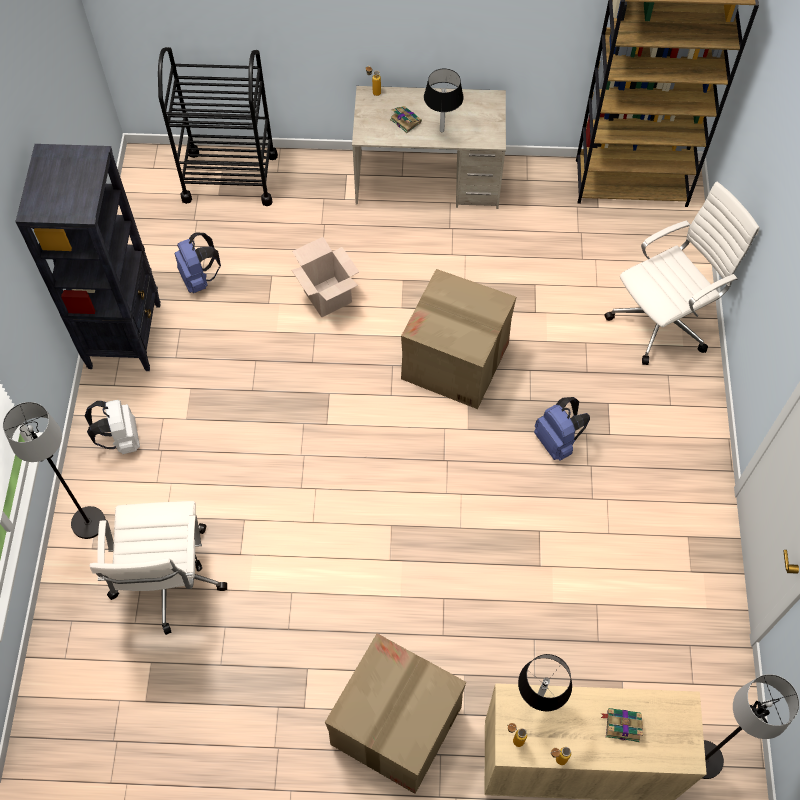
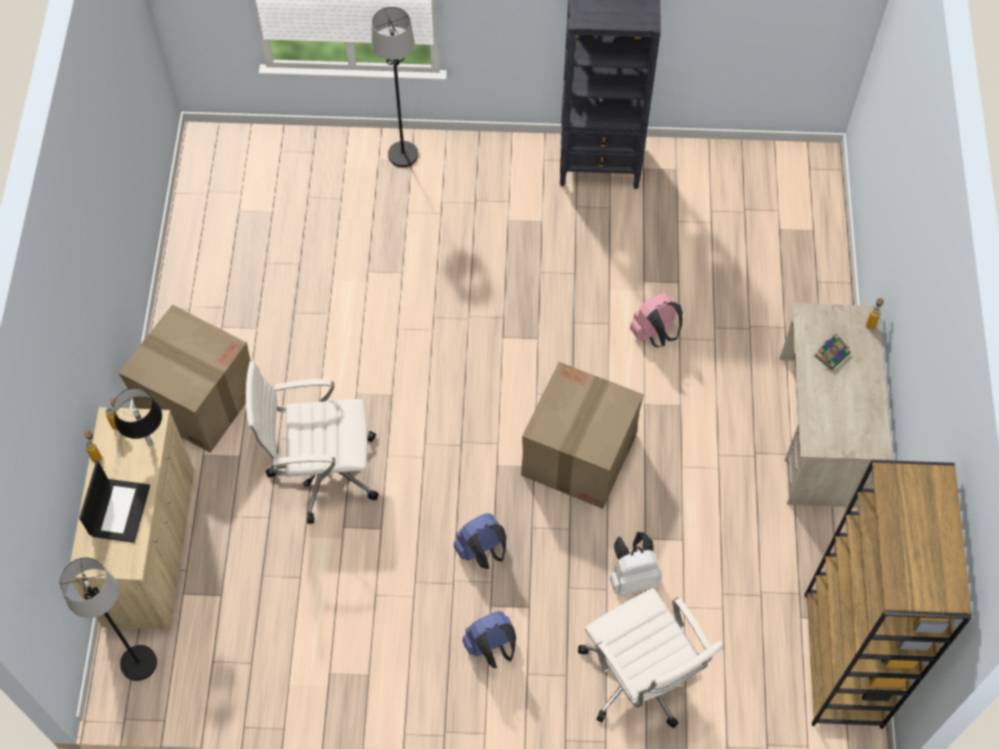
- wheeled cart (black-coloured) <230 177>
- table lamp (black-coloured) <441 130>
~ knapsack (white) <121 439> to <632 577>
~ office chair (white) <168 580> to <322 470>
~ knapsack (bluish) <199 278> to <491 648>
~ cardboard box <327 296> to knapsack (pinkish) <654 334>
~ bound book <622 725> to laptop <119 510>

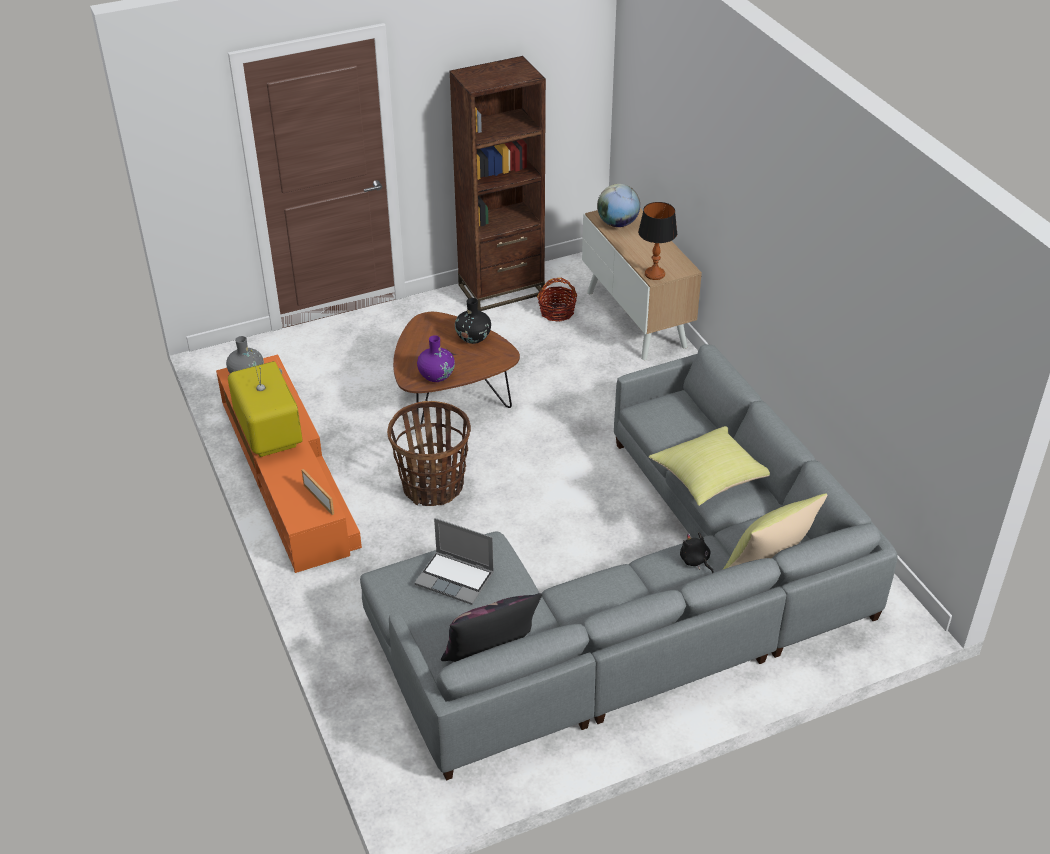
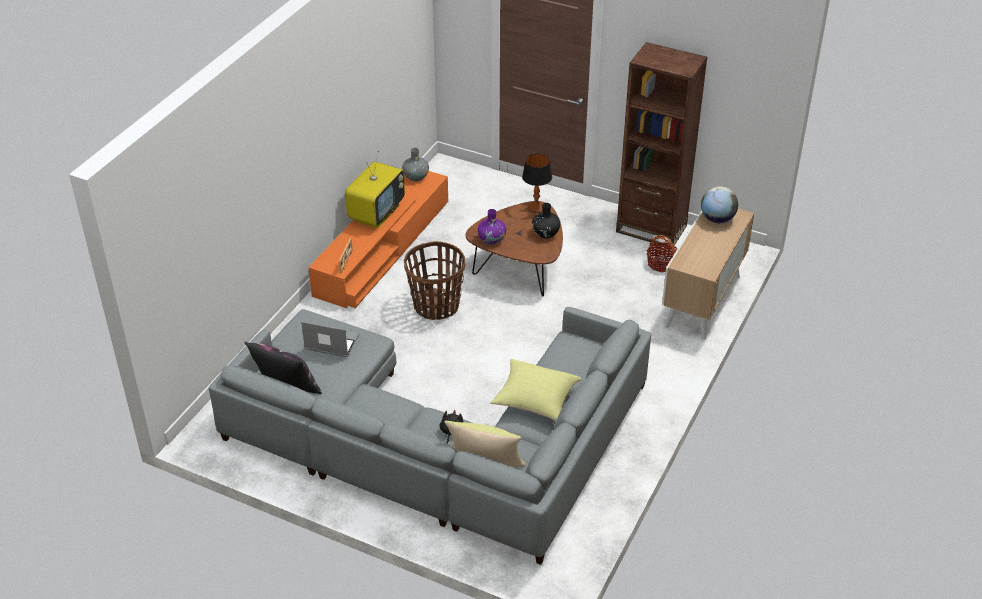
~ table lamp <654 274> to <536 208>
~ laptop <456 578> = <331 343> 120 degrees clockwise

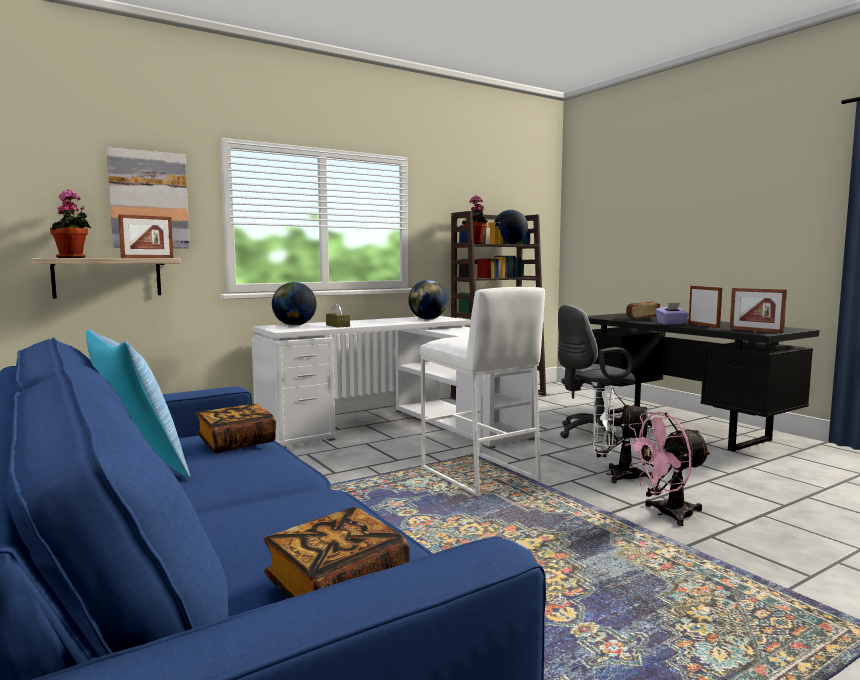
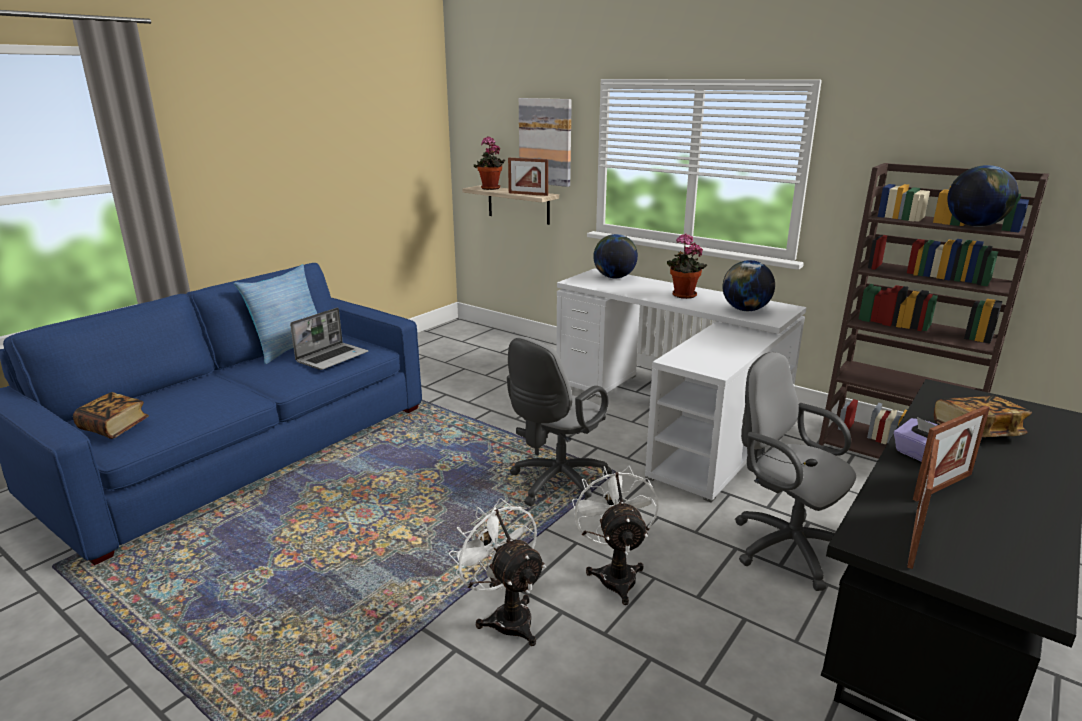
- tissue box (brown-coloured) <338 326>
~ potted plant <475 244> to <682 296>
~ bound book <236 443> to laptop <332 357>
~ stool seat (white) <478 474> to office chair (gray) <556 485>
~ electric fan (pinkish) <666 514> to electric fan (white) <505 616>

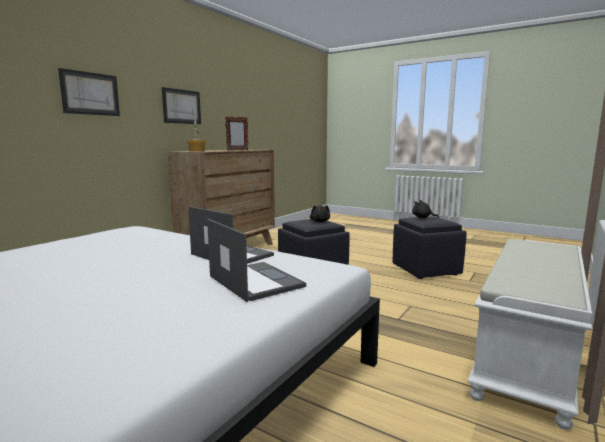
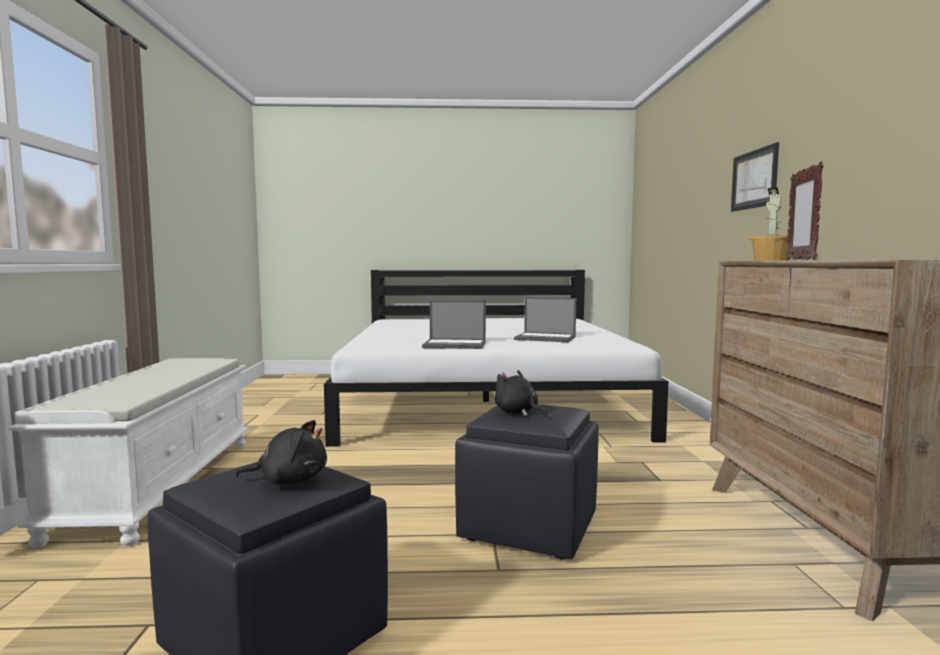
- wall art <181 106>
~ laptop <254 281> to <546 338>

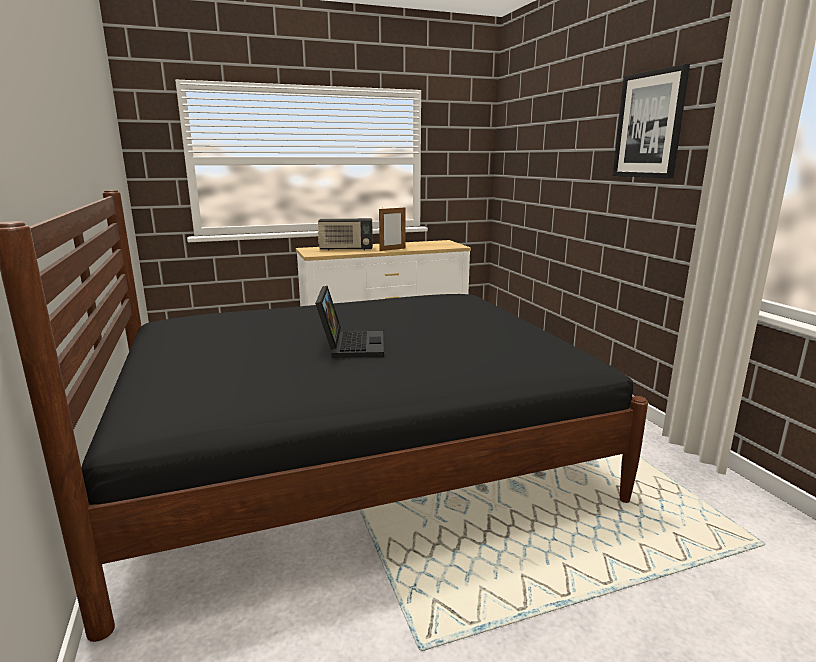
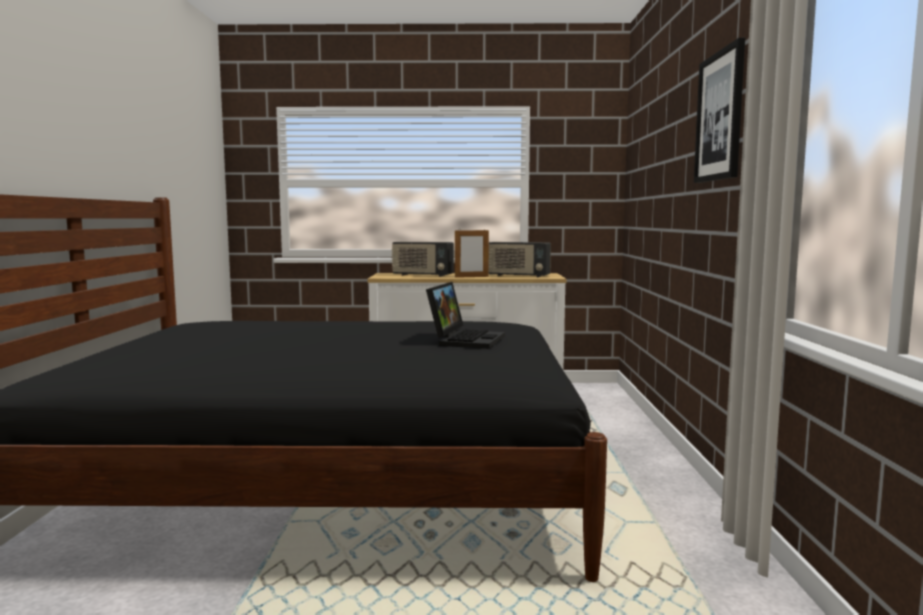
+ radio set <518 276>
~ laptop <350 345> to <465 340>

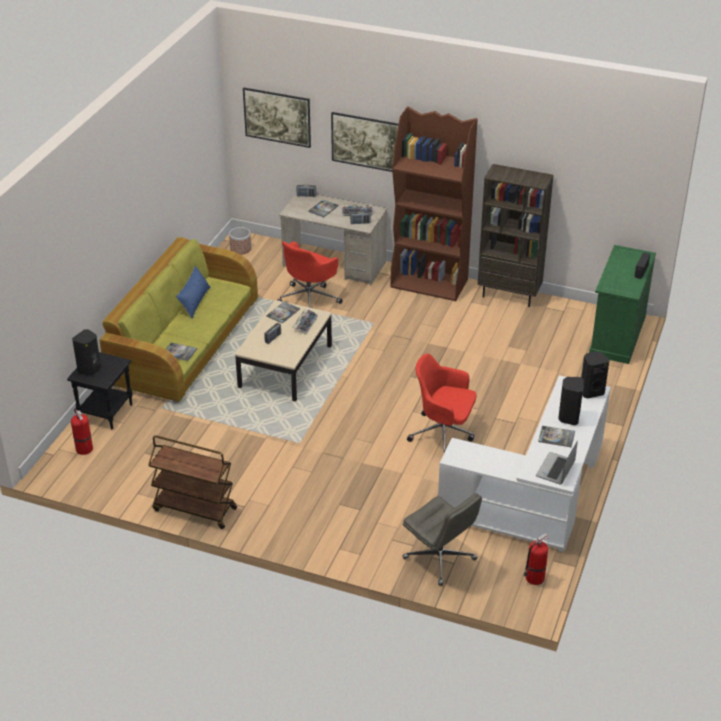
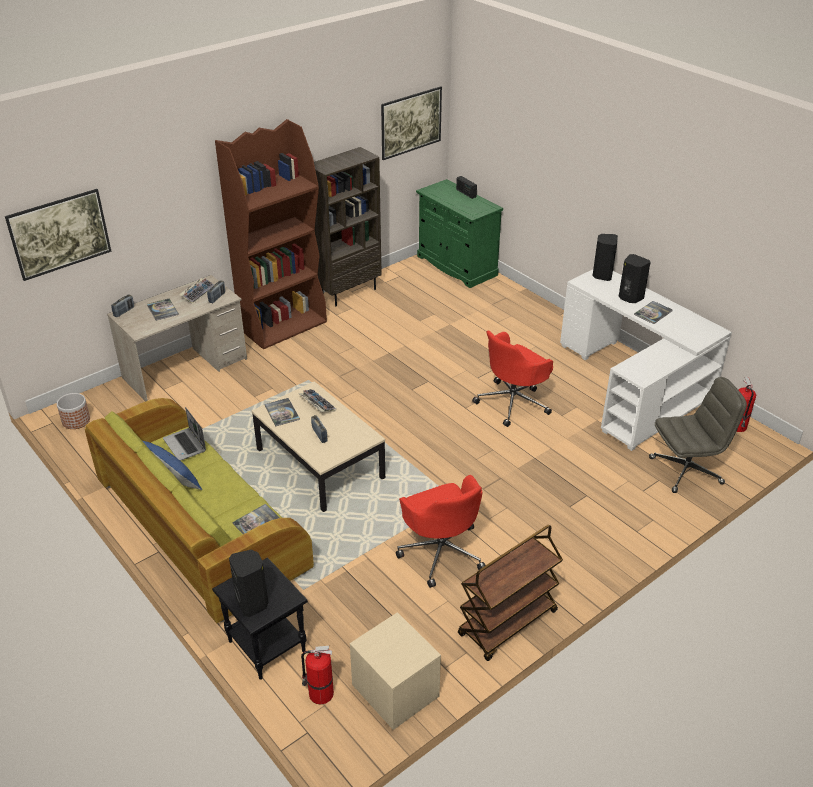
+ night table (beige-coloured) <395 691>
~ office chair (reddish) <310 298> to <441 551>
~ wall art <365 154> to <411 136>
~ laptop <556 470> to <185 445>

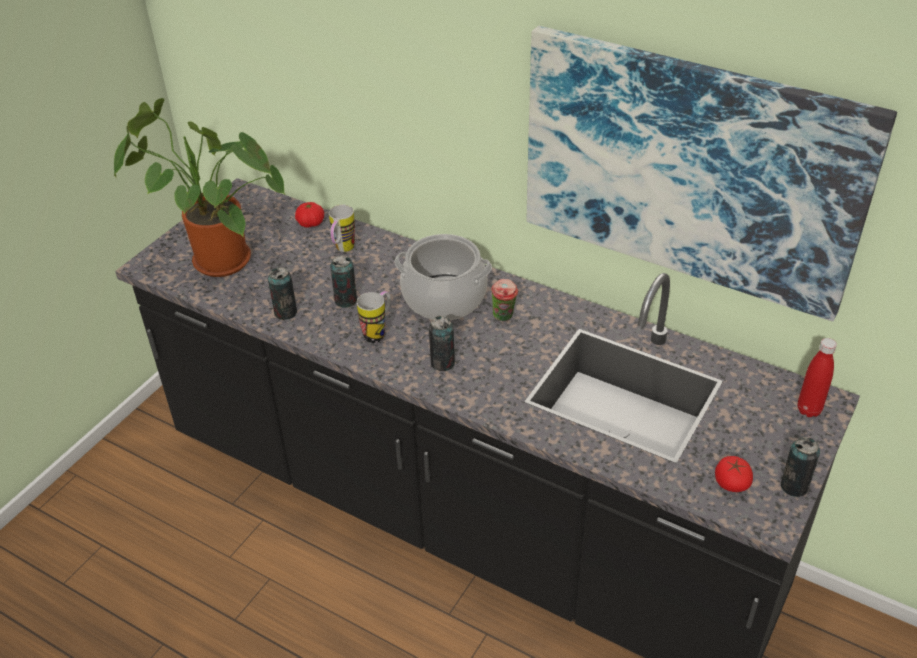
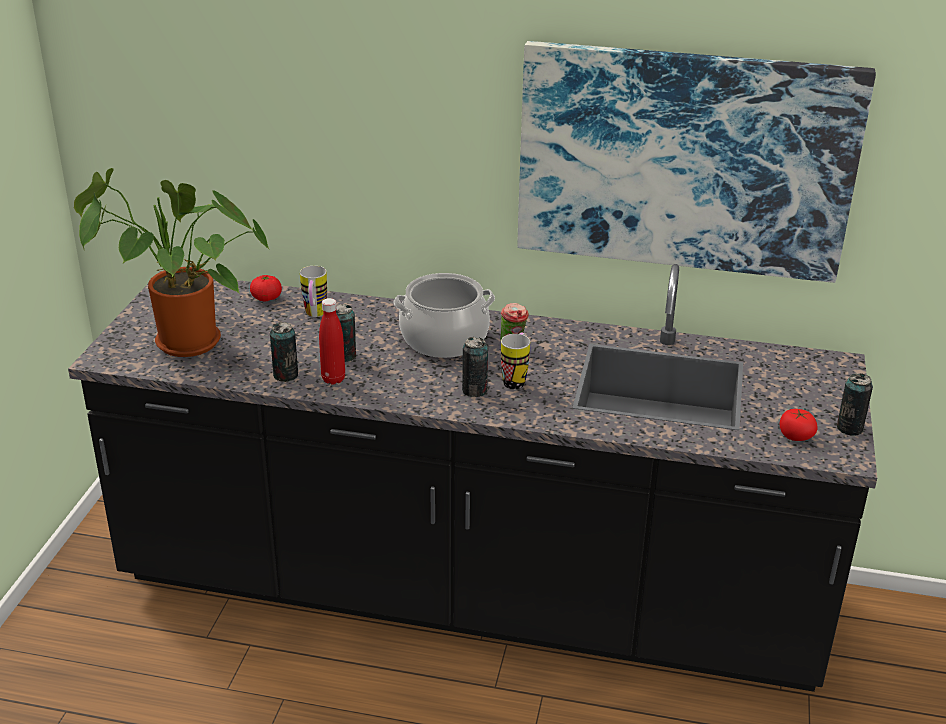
~ mug <378 333> to <516 380>
~ bottle (reddish) <808 410> to <333 379>

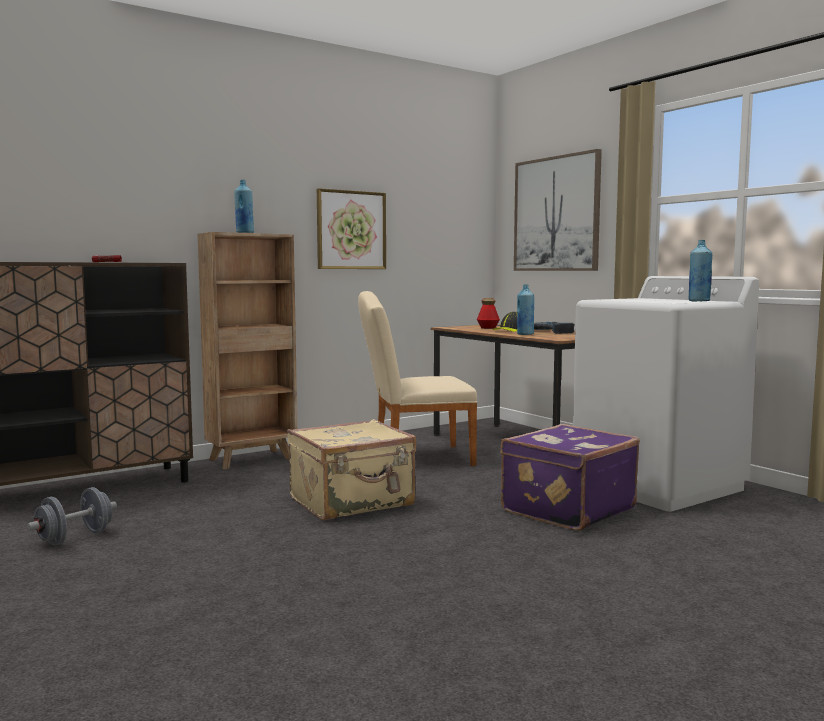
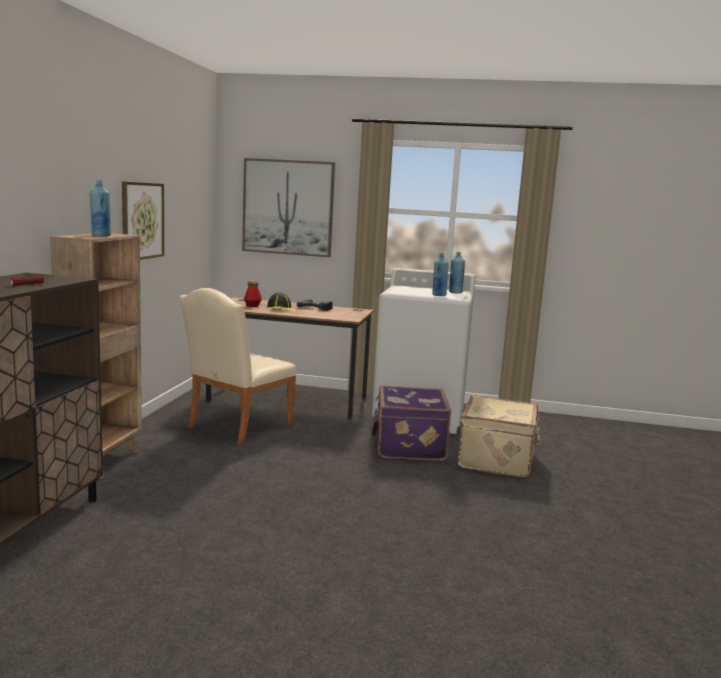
- free weight (gray) <75 538>
~ suitcase (beige-coloured) <352 502> to <497 460>
~ bottle (bluish) <525 334> to <439 295>

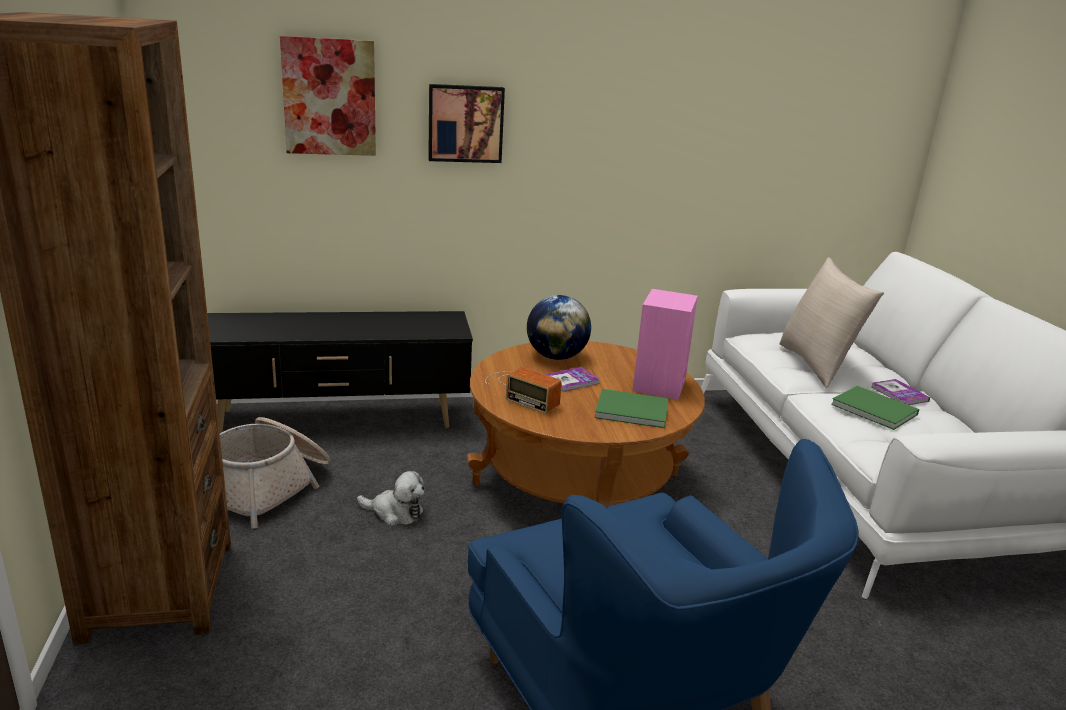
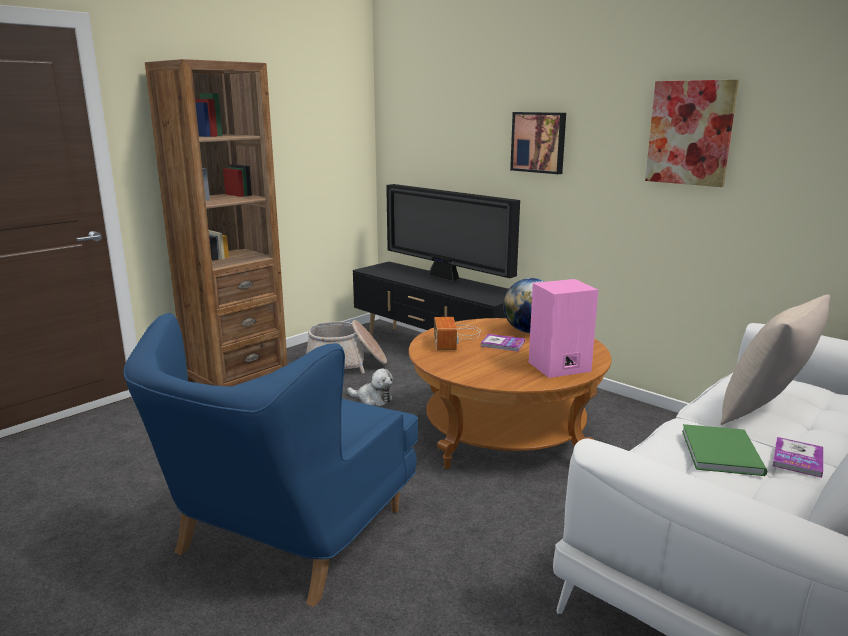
- bound book (greenish) <629 409>
+ television <446 278>
~ wall art <329 97> to <690 133>
~ cuddly toy <395 512> = <373 399> 45 degrees counterclockwise

